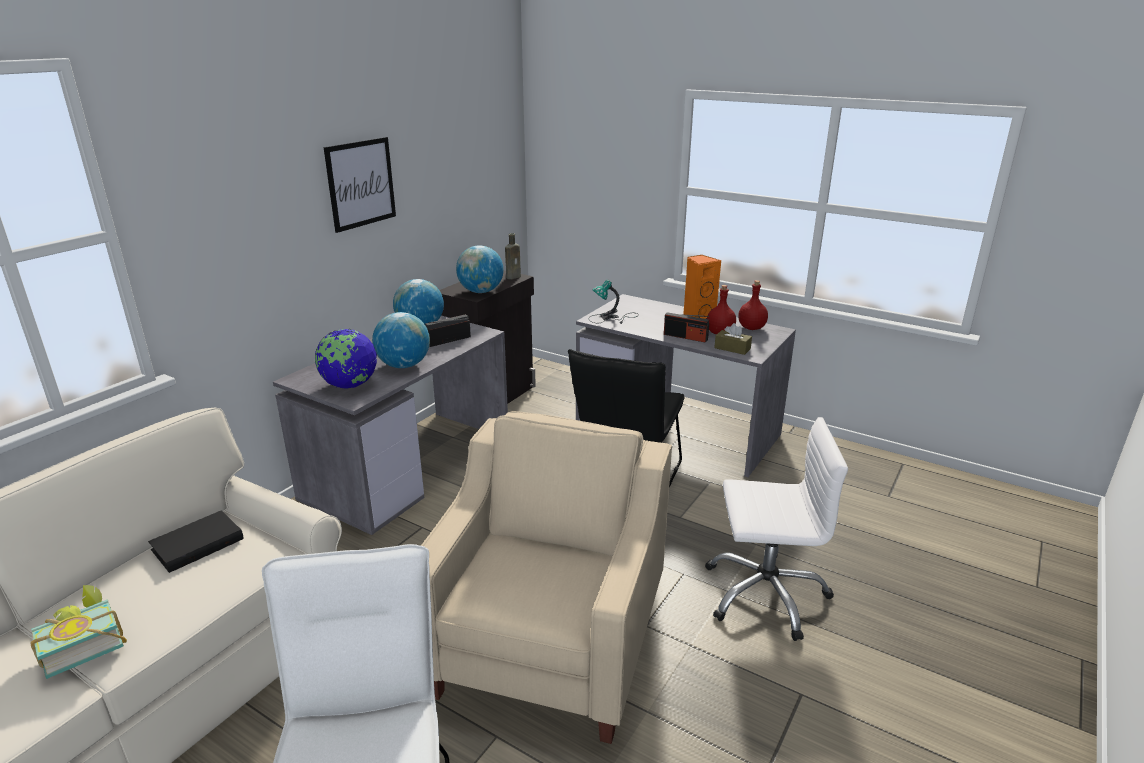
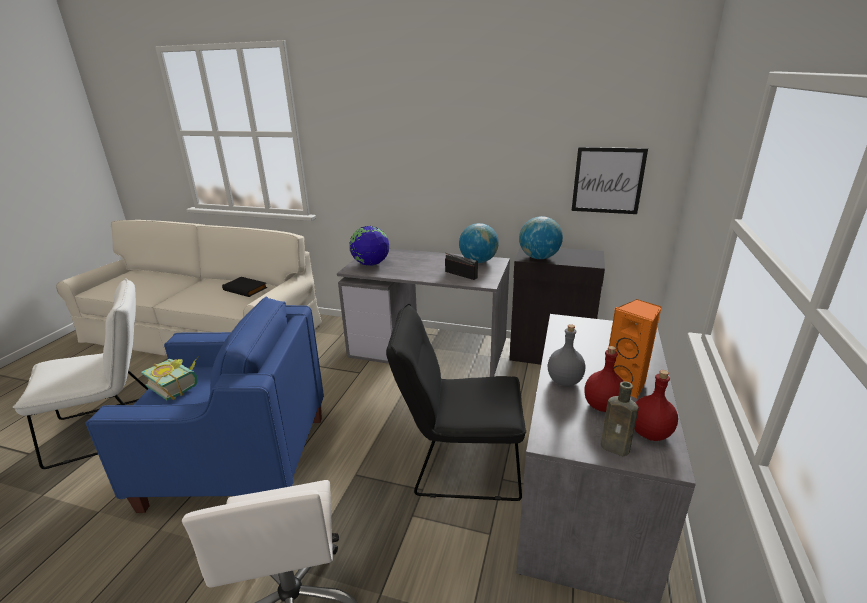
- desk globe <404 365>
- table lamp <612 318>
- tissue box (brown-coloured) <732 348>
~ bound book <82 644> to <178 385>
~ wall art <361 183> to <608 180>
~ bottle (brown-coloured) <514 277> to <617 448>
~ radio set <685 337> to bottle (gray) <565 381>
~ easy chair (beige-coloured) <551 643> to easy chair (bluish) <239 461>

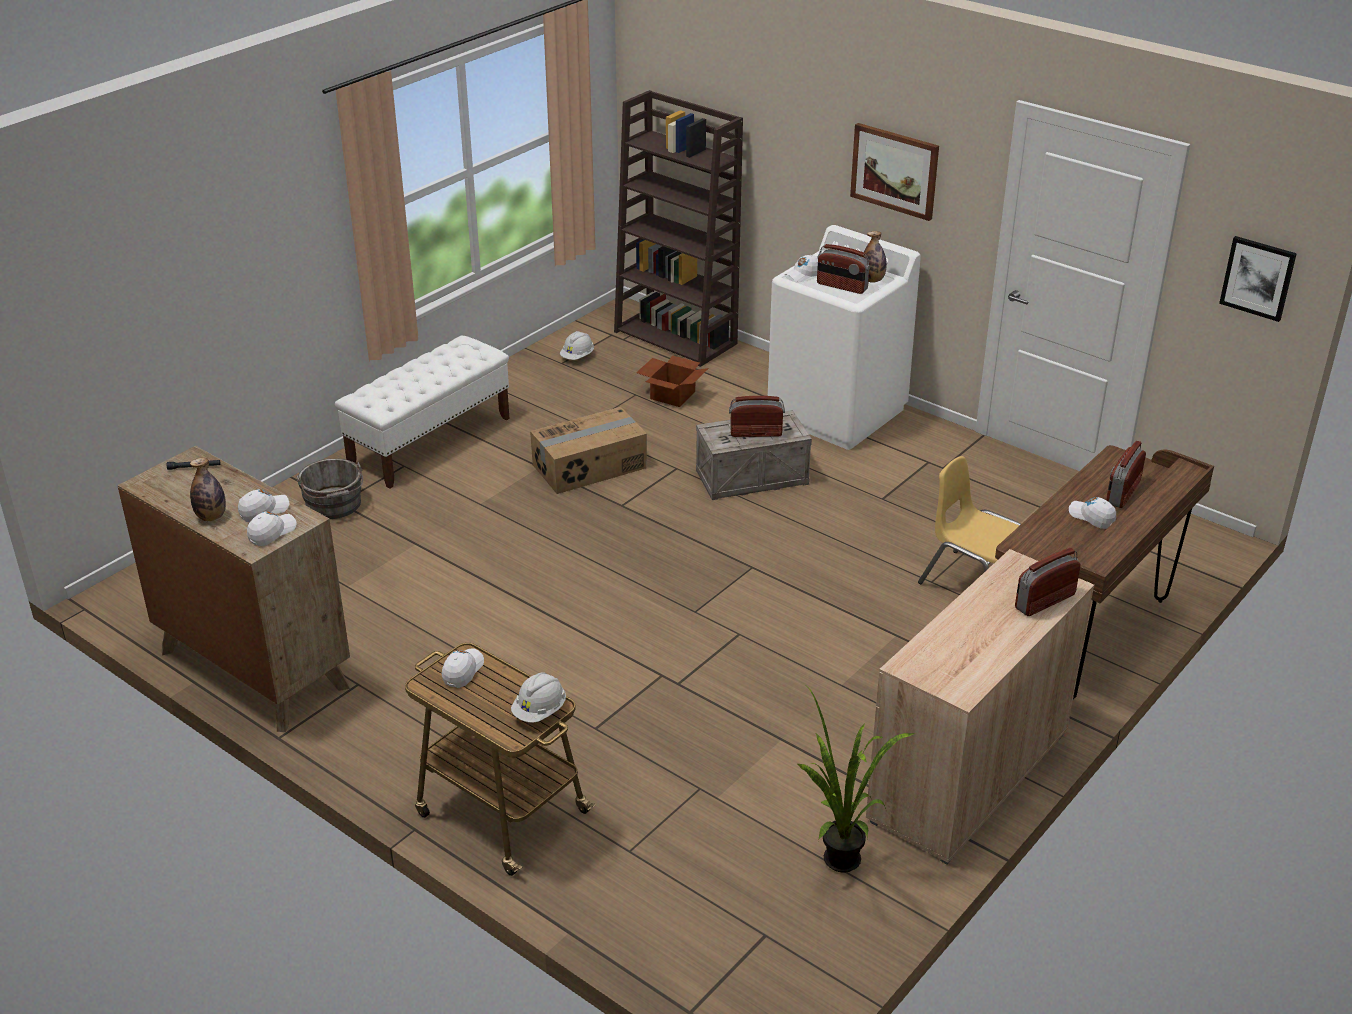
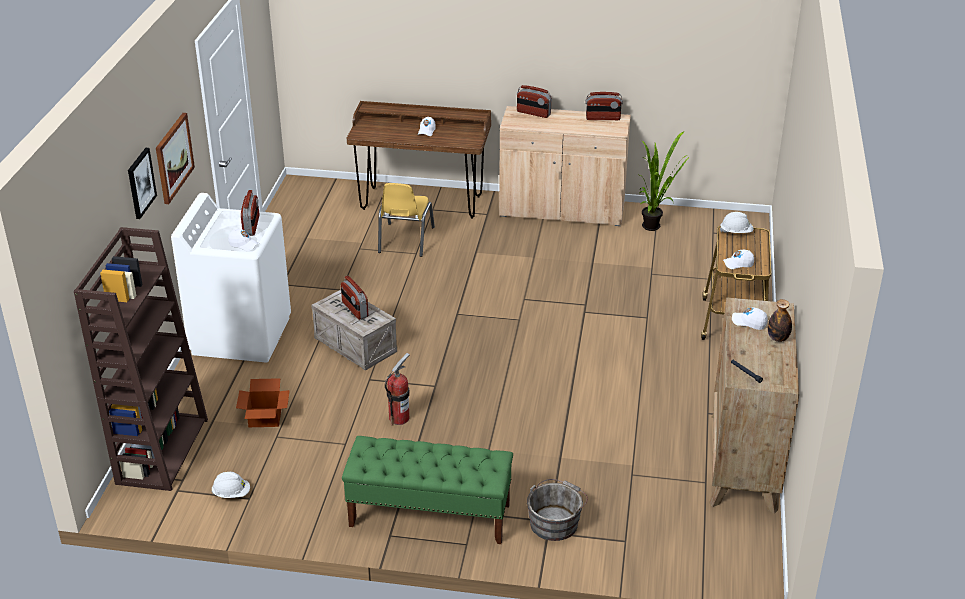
- cap (white) <272 533>
- bottle <872 280>
~ radio set <1122 492> to <603 118>
~ wall art <1258 278> to <140 183>
~ cardboard box <590 467> to fire-fighting cylinder <399 418>
~ indoor bench (white) <430 441> to indoor bench (greenish) <429 515>

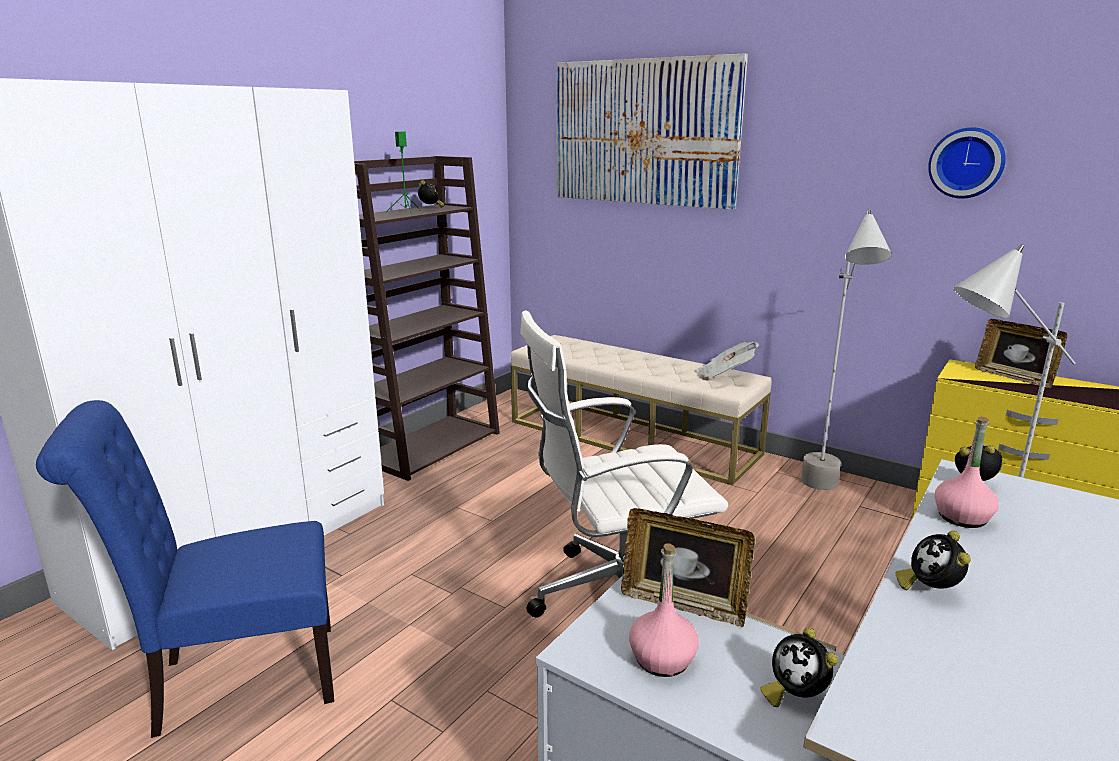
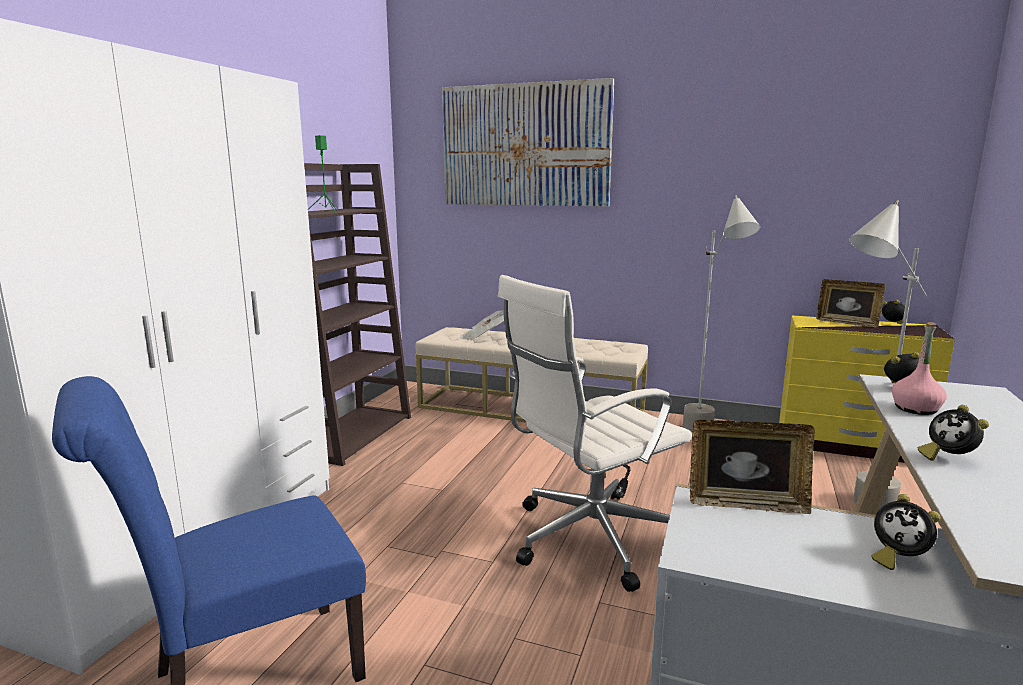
- bottle (pinkish) <663 659>
- clock on the wall <966 163>
~ table clock <430 208> to <893 325>
~ daily paper <724 375> to <483 338>

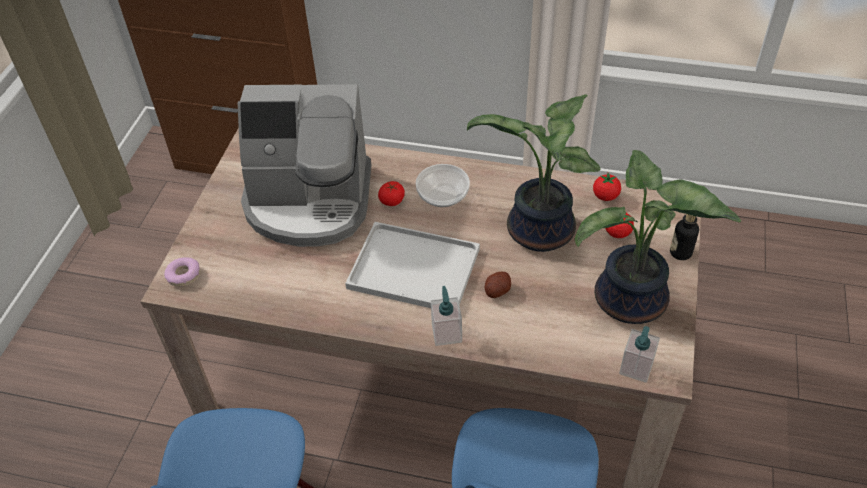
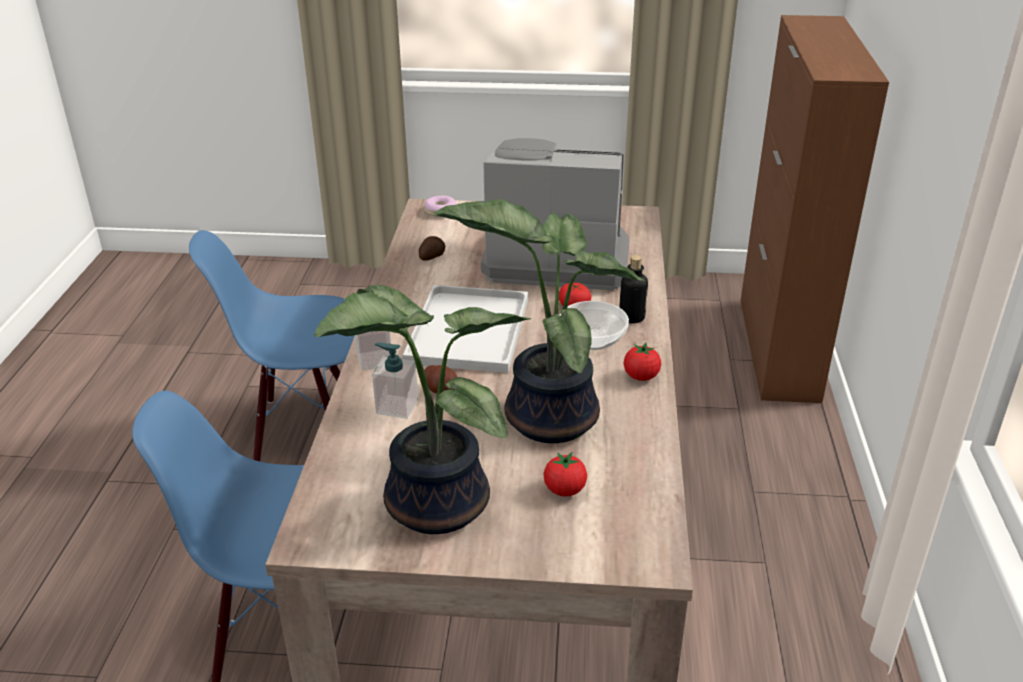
+ potato <431 256>
~ fresh tomato <605 196> to <641 376>
~ soap bottle <636 368> to <397 406>
~ bottle <680 252> to <631 317>
~ coffee maker <309 202> = <555 258> 105 degrees clockwise

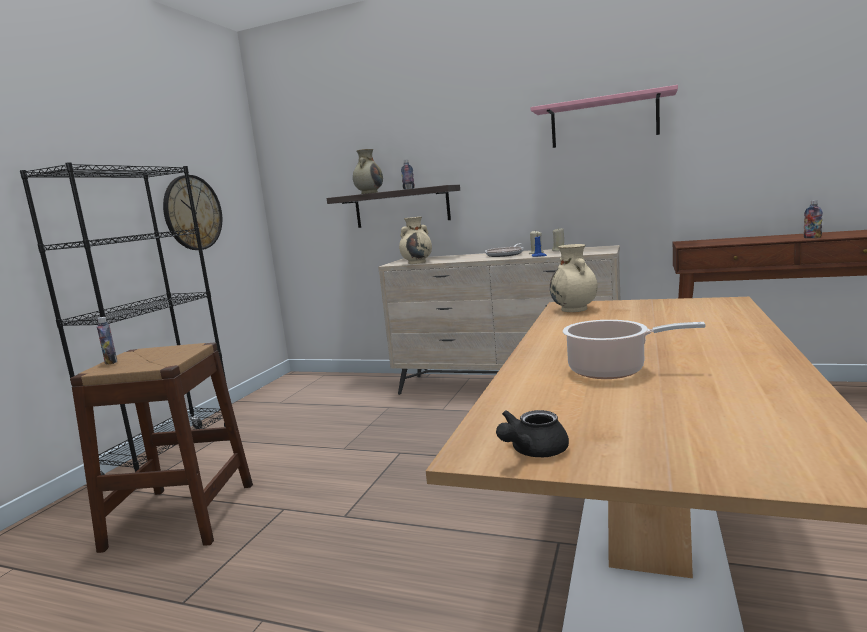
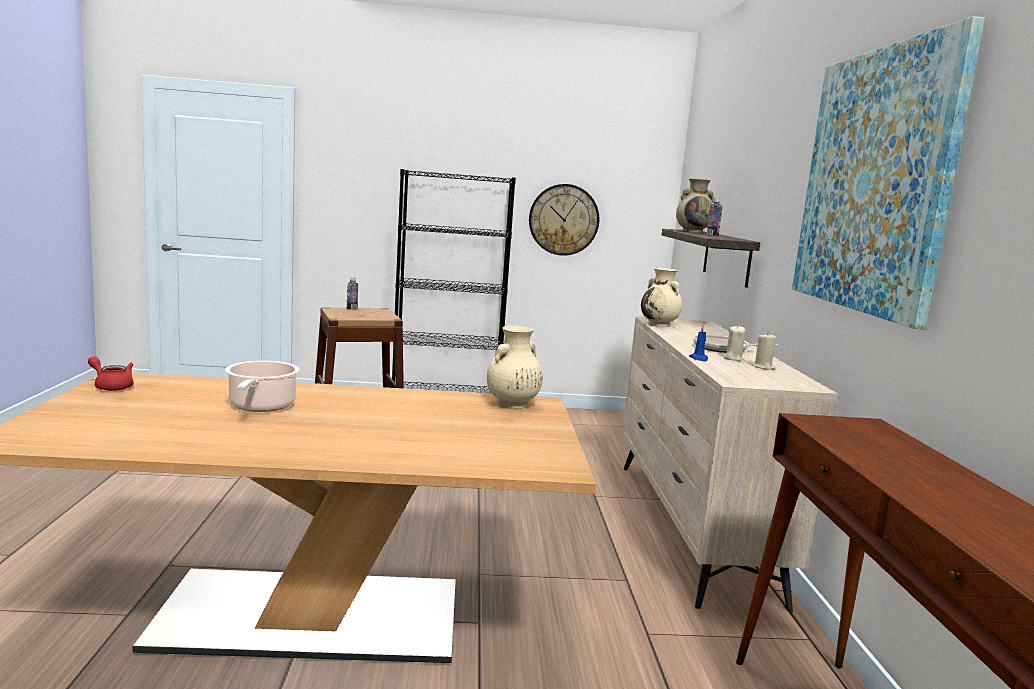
- bottle <812 238>
~ wall shelf (pinkish) <604 121> to wall art <874 181>
~ teapot (black-coloured) <532 451> to teapot (reddish) <111 386>

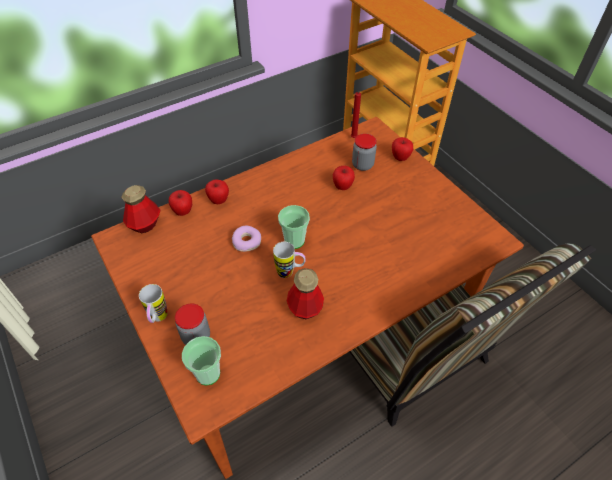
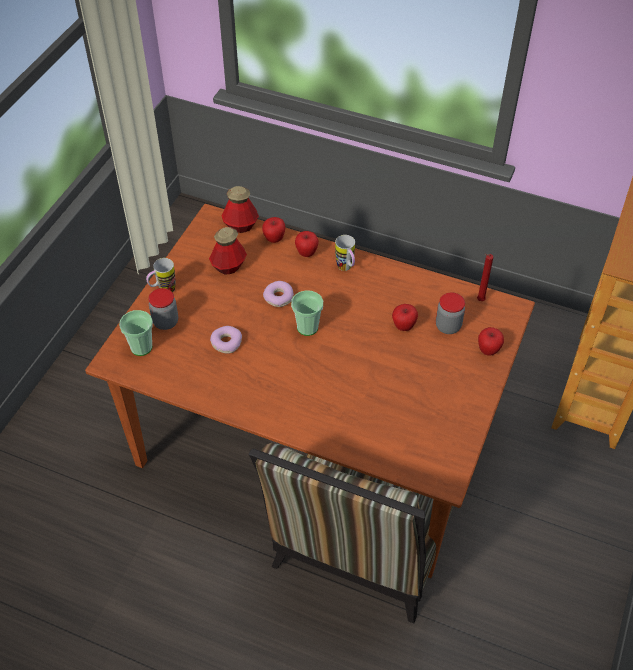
+ doughnut <226 343>
~ mug <290 273> to <346 269>
~ bottle <305 308> to <229 266>

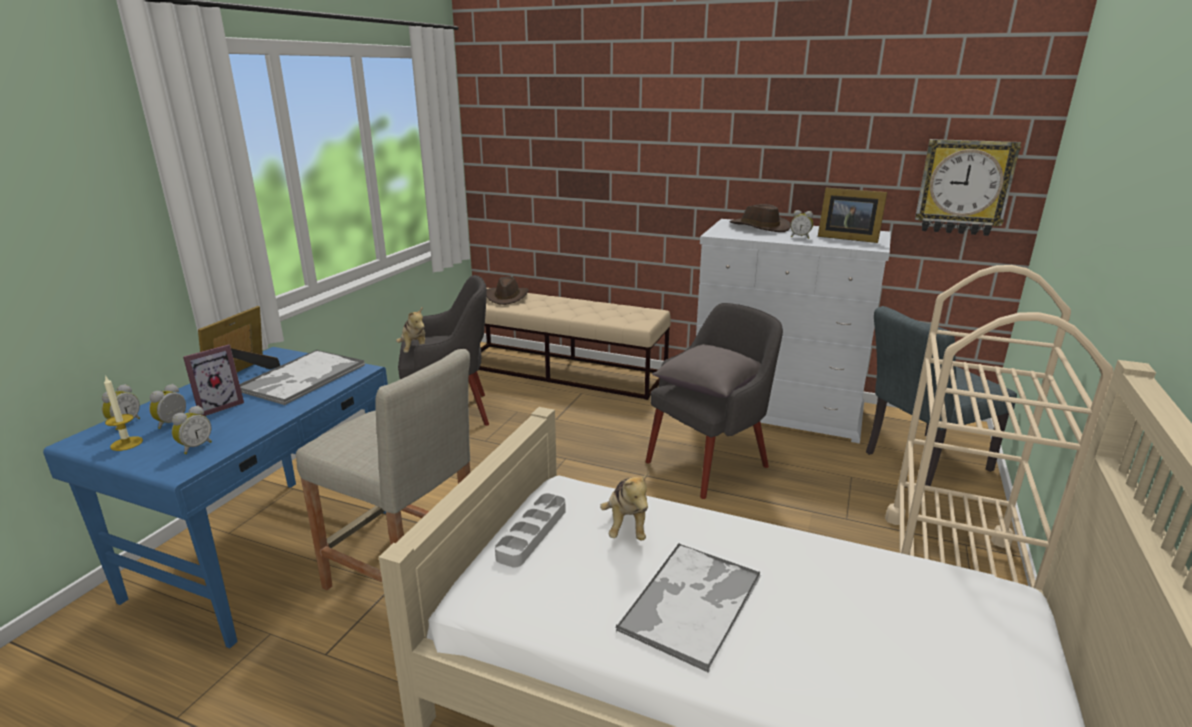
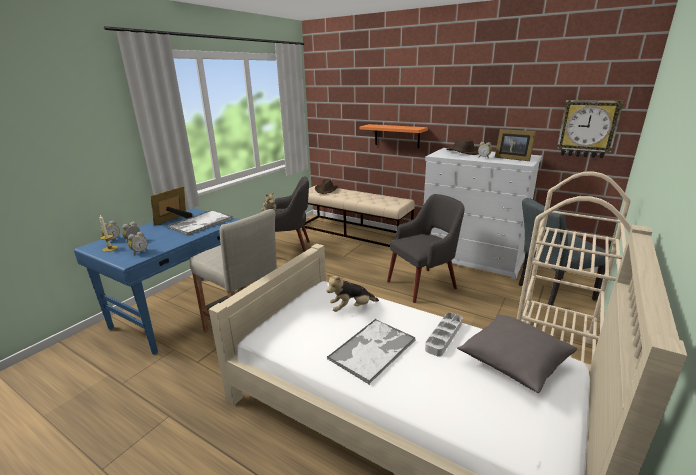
- photo frame <217 406>
+ wall shelf (orange) <397 136>
~ tray (gray) <532 533> to <444 336>
~ throw pillow (gray) <709 387> to <513 362>
~ cuddly toy <627 525> = <351 308> 60 degrees clockwise

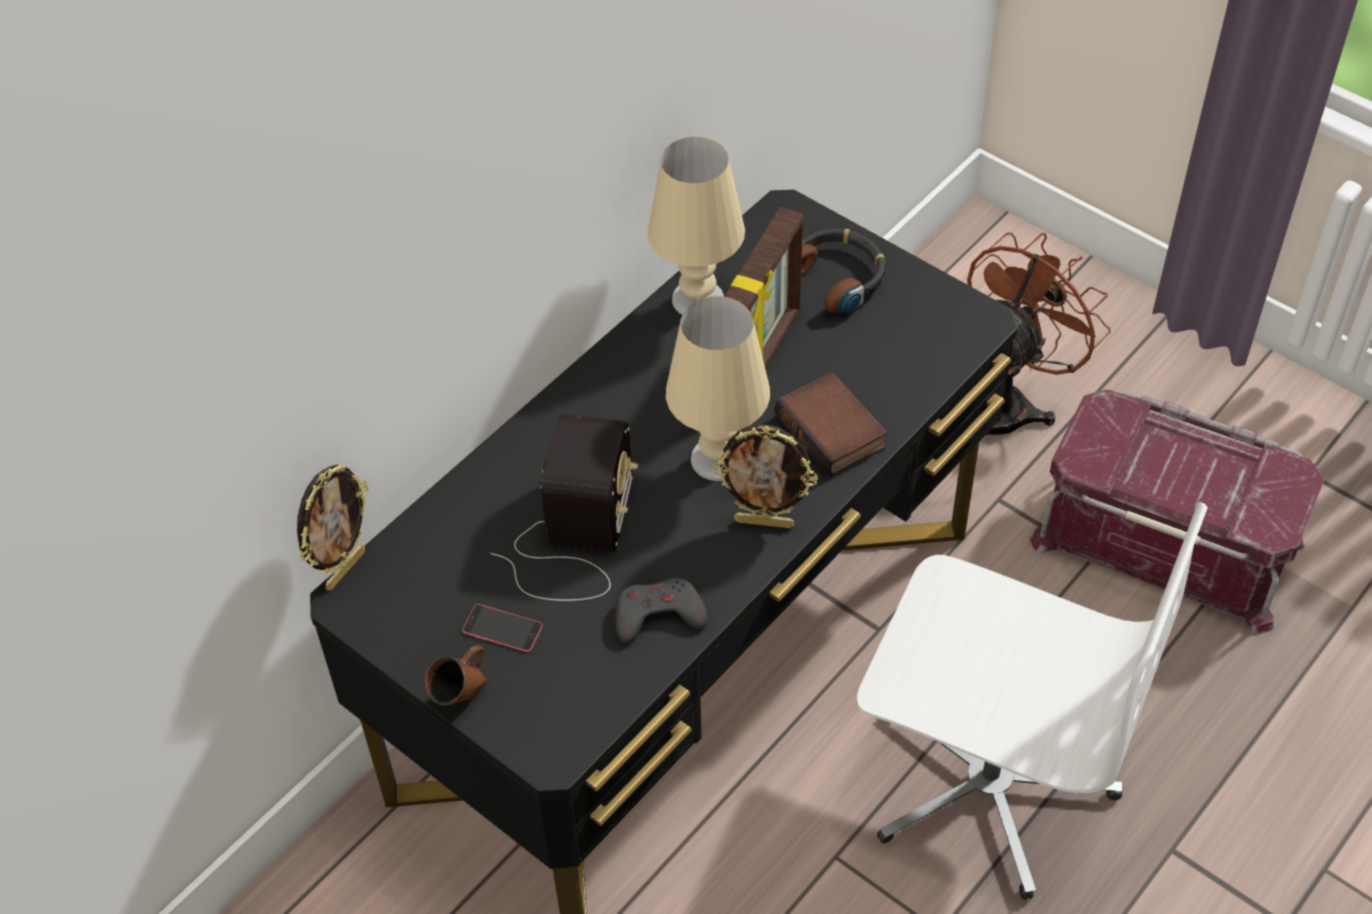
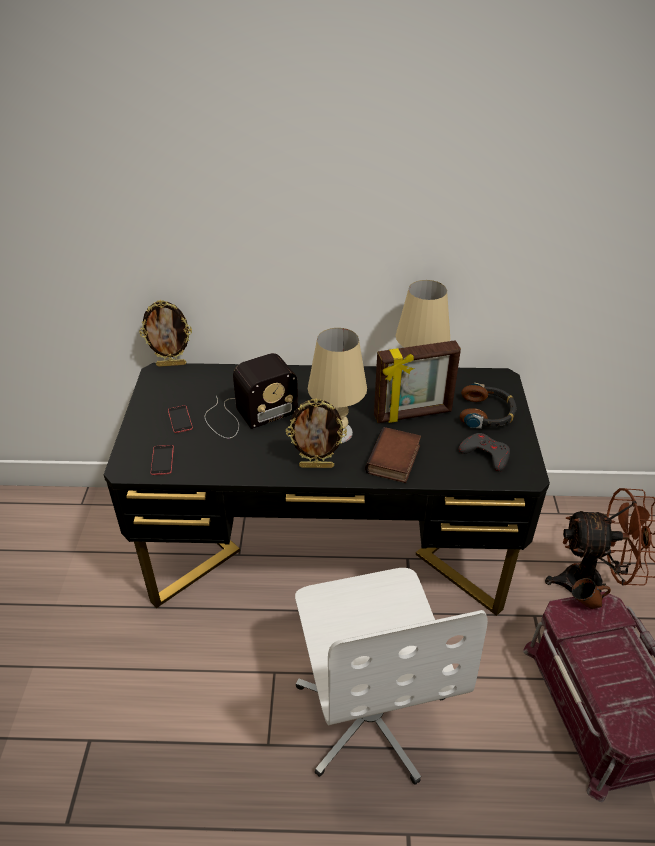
+ handset <162 460>
~ mug (brown-coloured) <462 697> to <585 605>
~ game controller (gray) <658 615> to <485 454>
~ photo frame <764 522> = <316 466> 60 degrees counterclockwise

